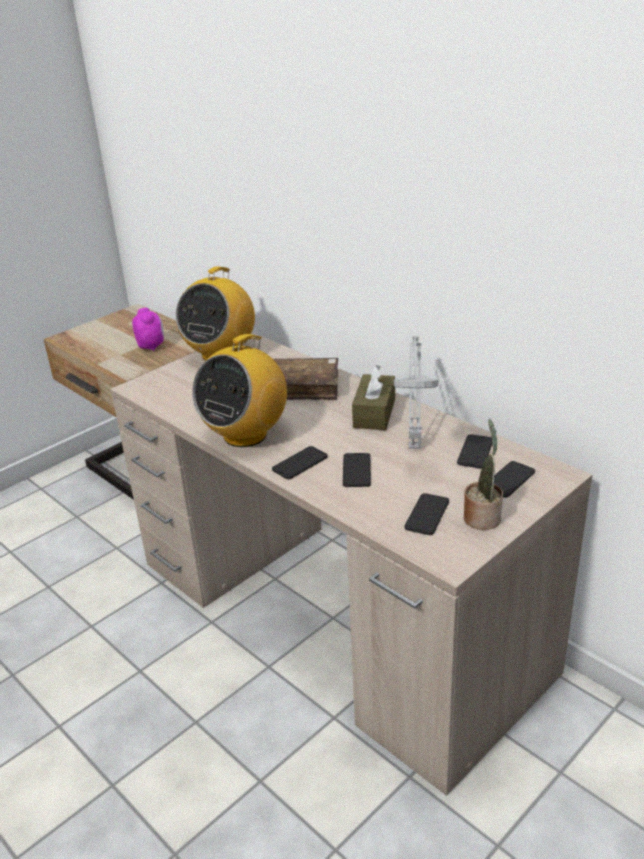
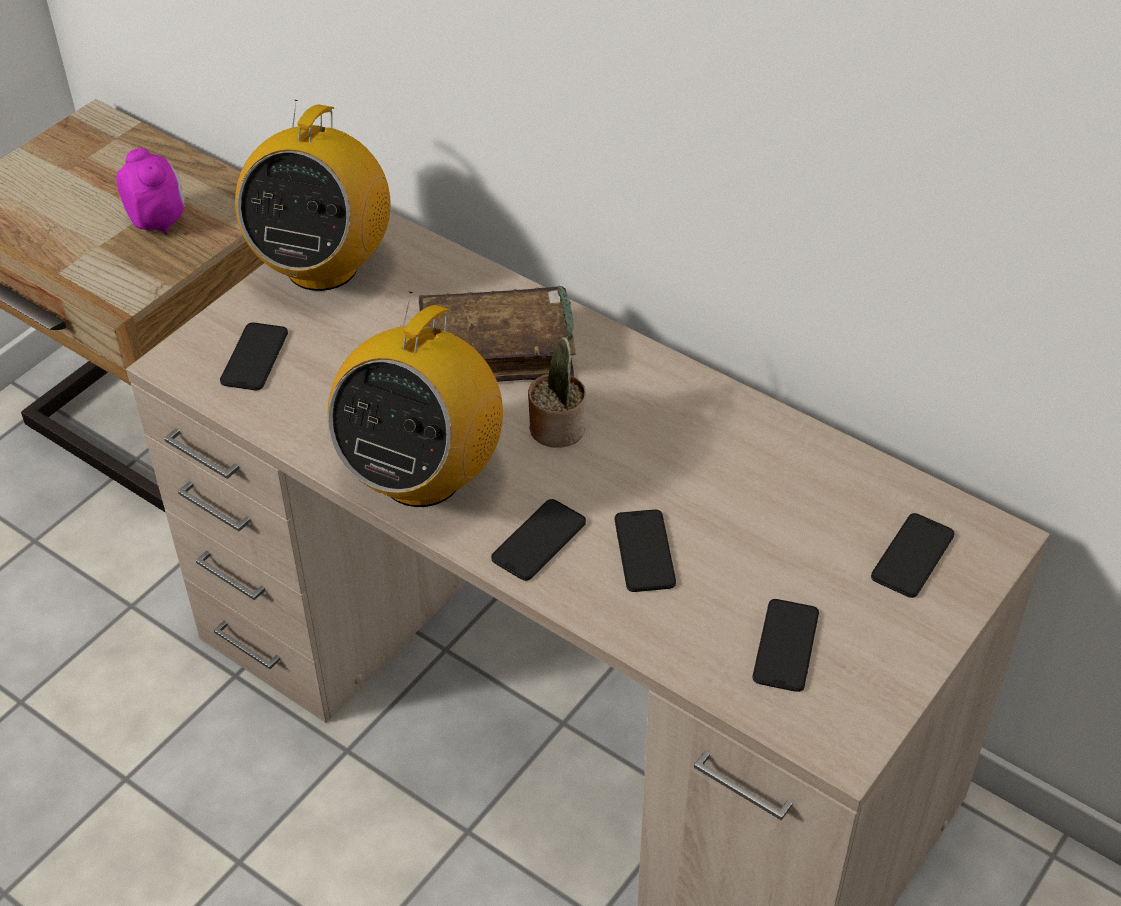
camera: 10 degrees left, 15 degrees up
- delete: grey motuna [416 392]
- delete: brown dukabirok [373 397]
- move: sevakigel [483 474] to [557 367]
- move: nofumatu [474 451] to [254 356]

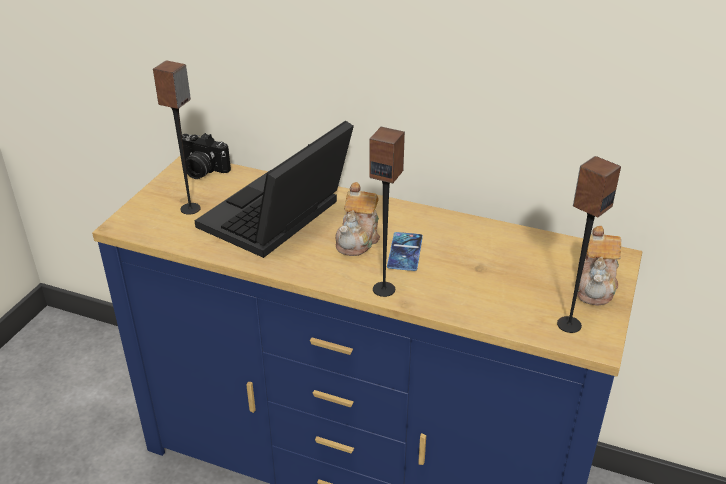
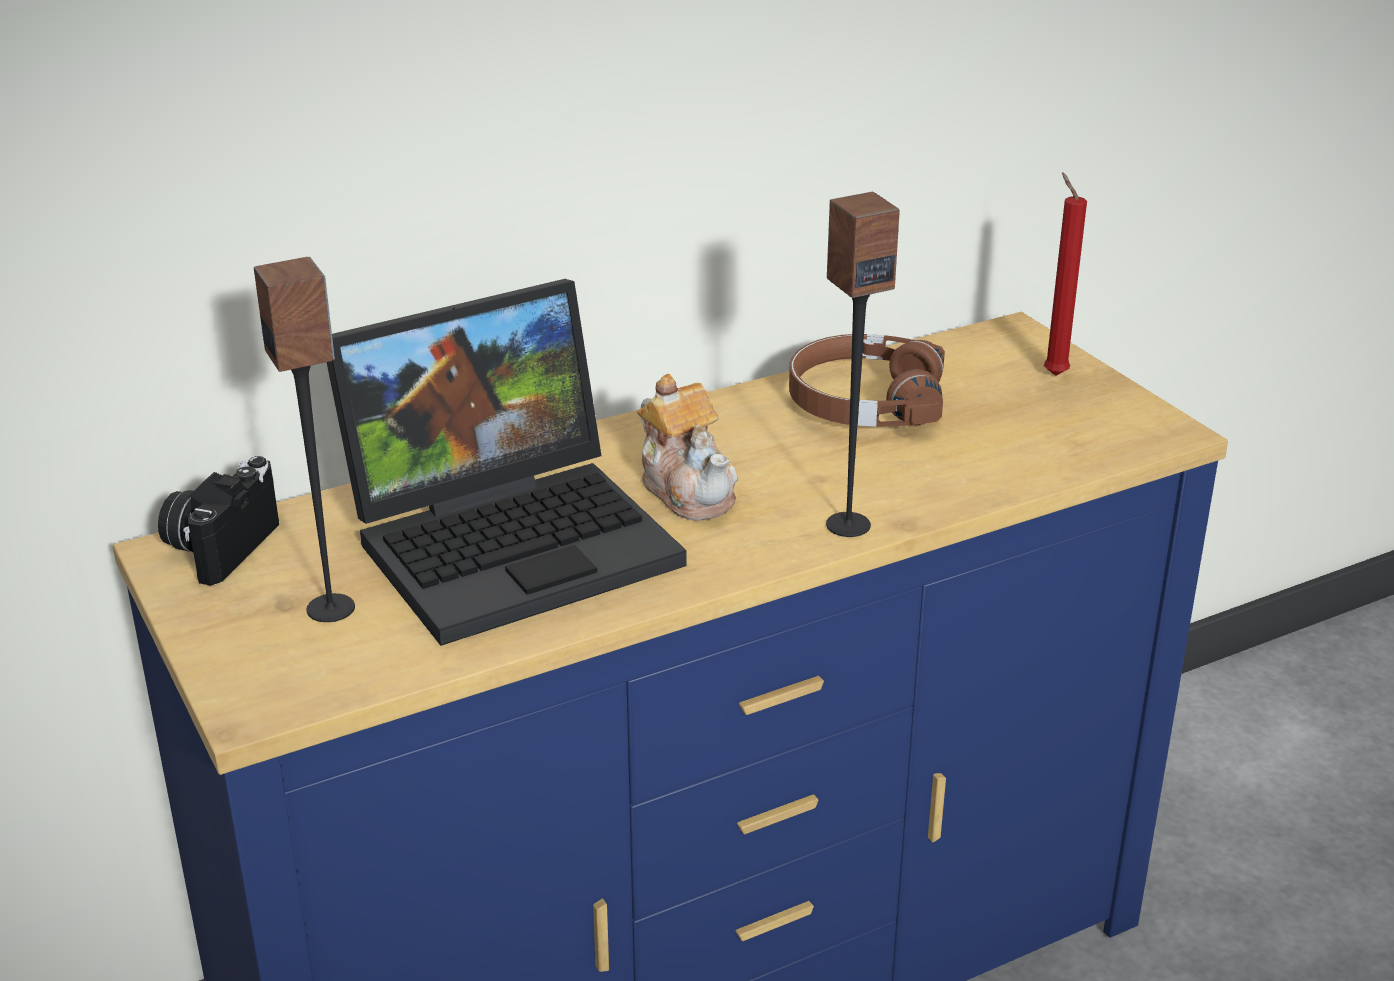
camera: 50 degrees left, 5 degrees down
- rotate: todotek [274 189] = [506 462] 105 degrees counterclockwise
- rotate: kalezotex [206 156] = [218 521] 135 degrees clockwise
- delete: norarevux [589 244]
- replace: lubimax [599 265] to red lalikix [1065 274]
- delete: nofumatu [405 251]
- insert: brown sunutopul [867 380]

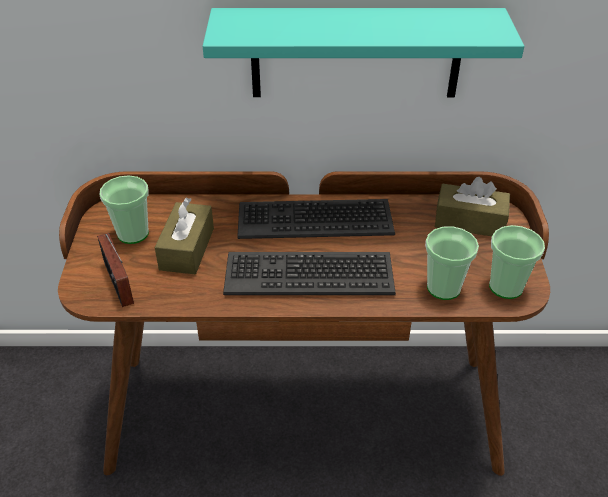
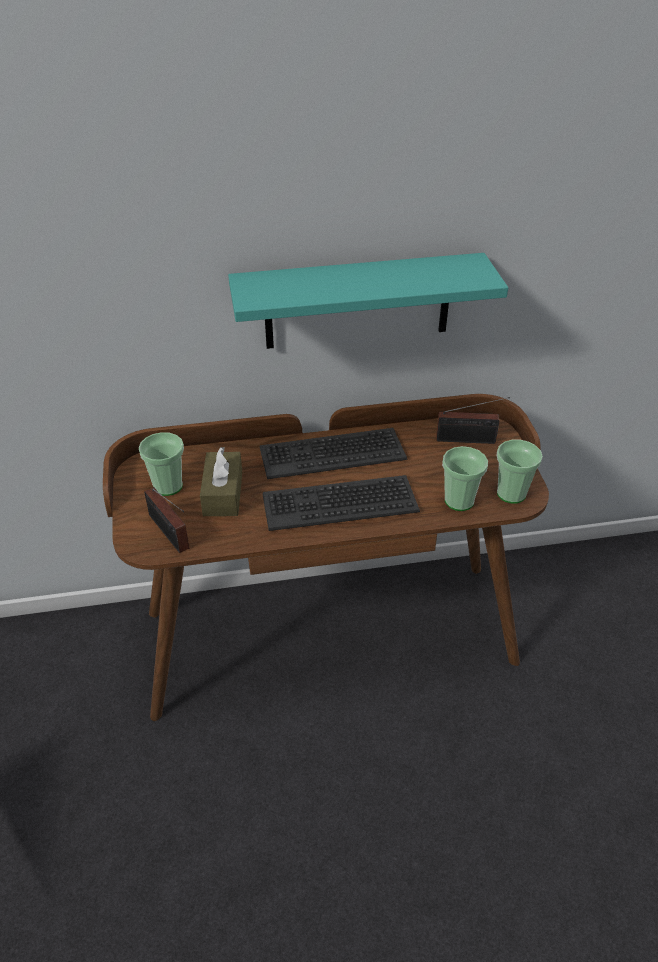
camera: 10 degrees left, 0 degrees up
- replace: brown dukabirok [472 206] to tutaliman [473 420]

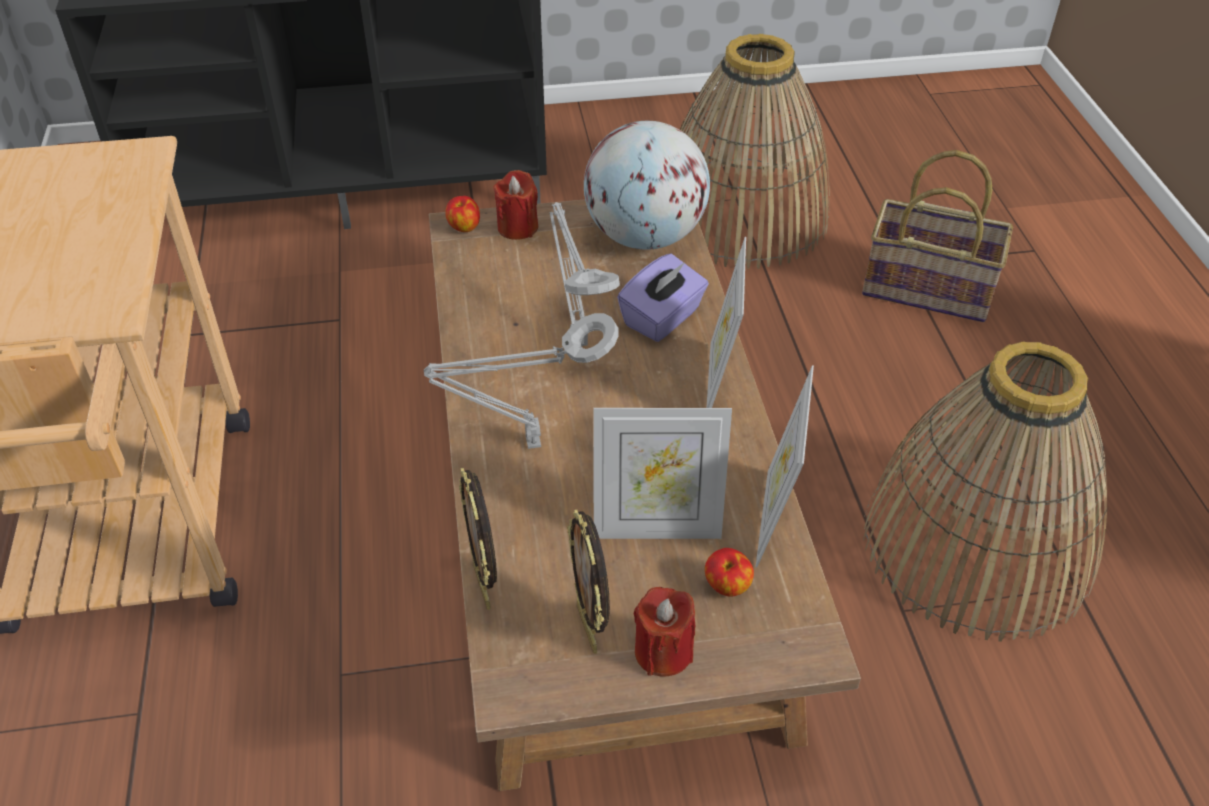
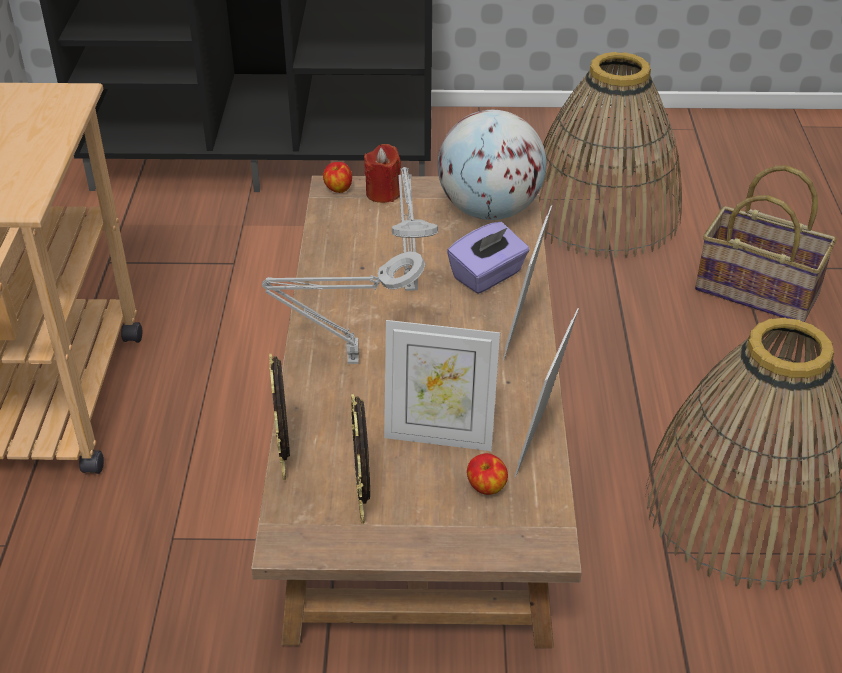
camera: 10 degrees right, 5 degrees down
- delete: red lalikix [664 632]

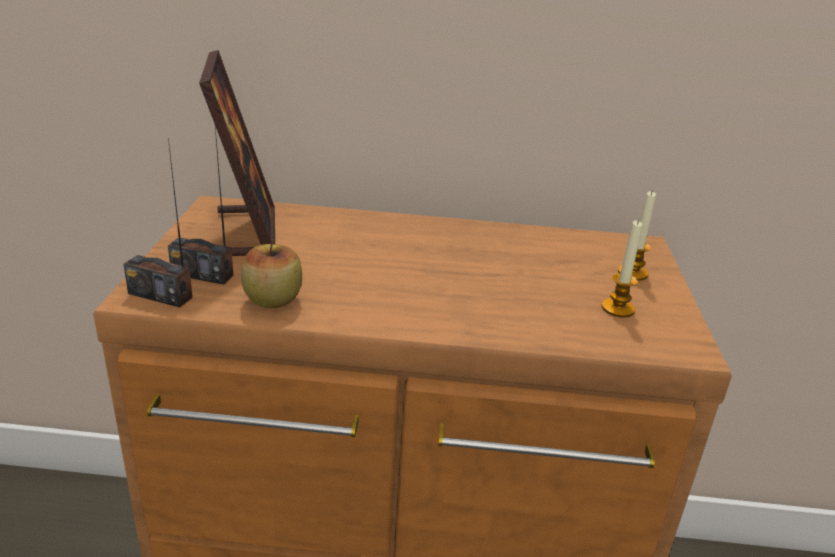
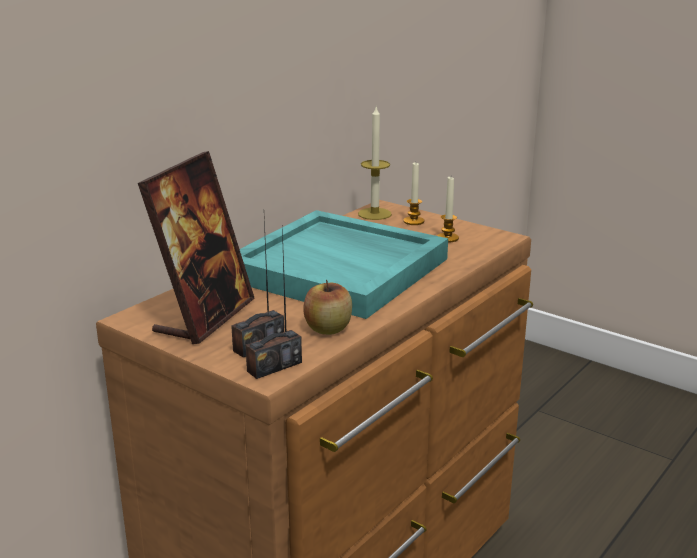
camera: 55 degrees left, 5 degrees down
- rotate: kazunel [237 153] = [196 247] 90 degrees clockwise
- insert: lalikix [375 163]
- insert: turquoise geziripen [344 264]

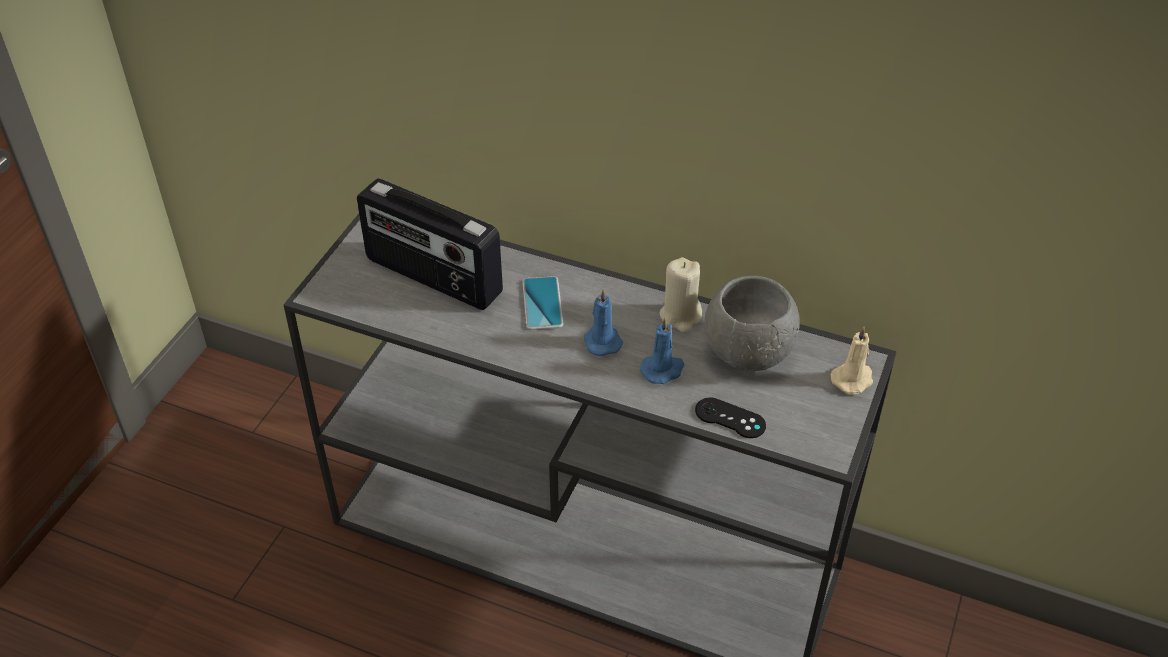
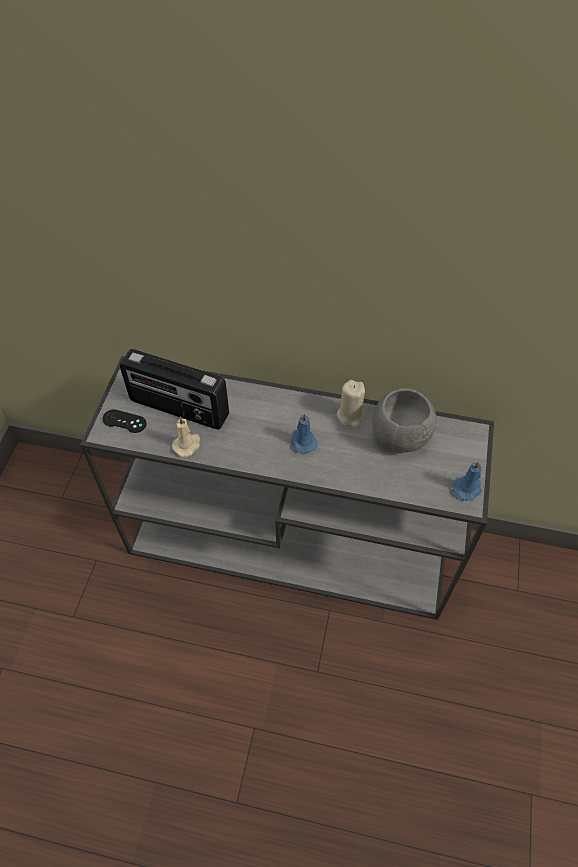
camera: 10 degrees left, 10 degrees up
- delete: nofumatu [542 303]
- move: blue lalikix [662 350] to [467 481]
- move: beige lalikix [852 360] to [186 436]
- move: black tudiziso [730 418] to [124 421]

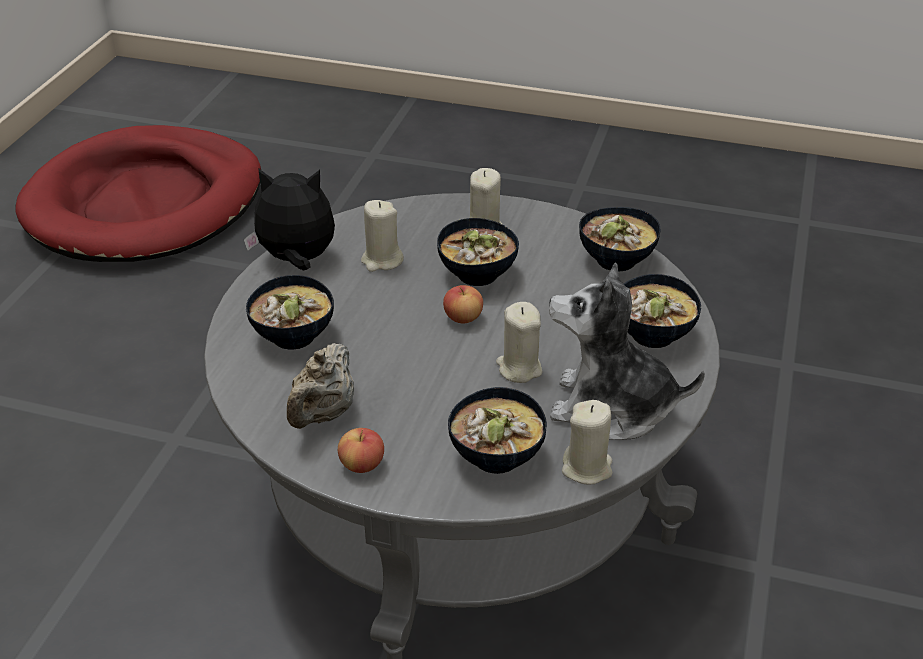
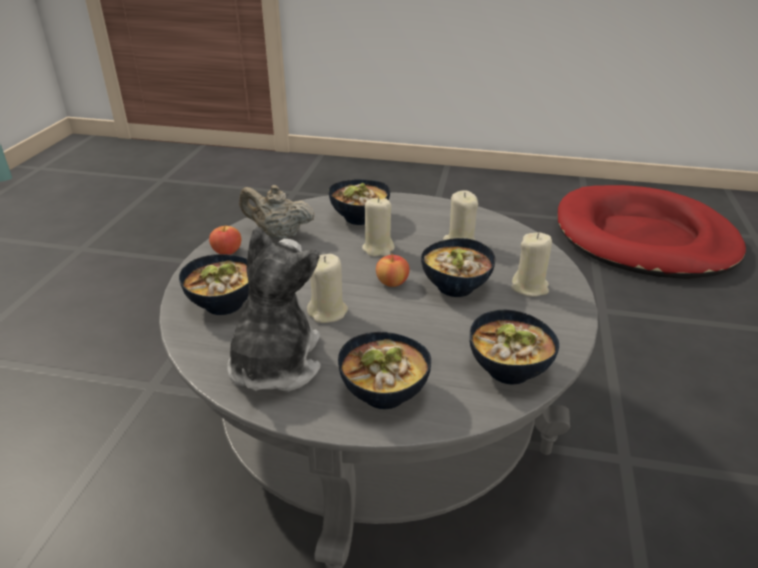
camera: 85 degrees right, 5 degrees down
- delete: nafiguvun [289 219]
- move: beige lalikix [587 442] to [378 227]

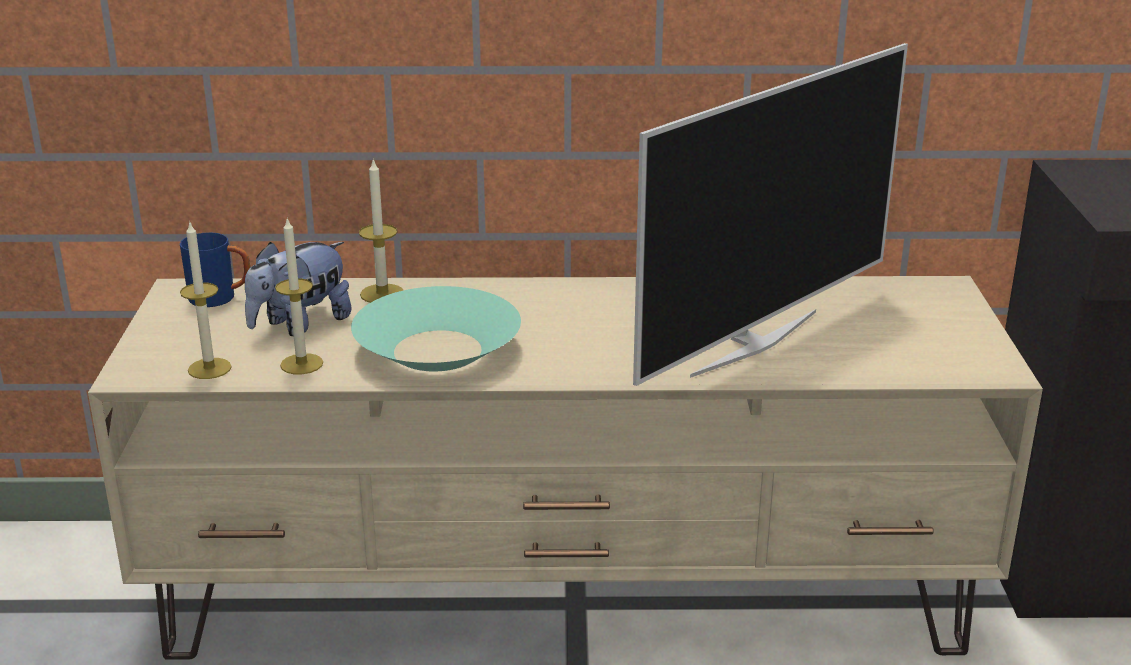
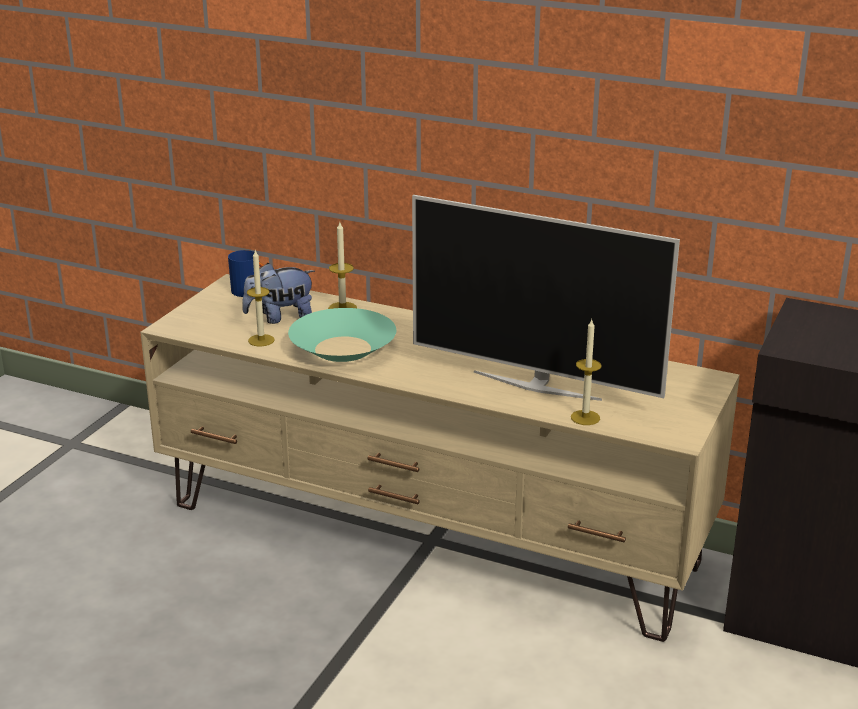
camera: 25 degrees right, 0 degrees up
- rotate: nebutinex [770 214] = [546 298] 45 degrees clockwise
- move: lalikix [206 301] to [586 372]

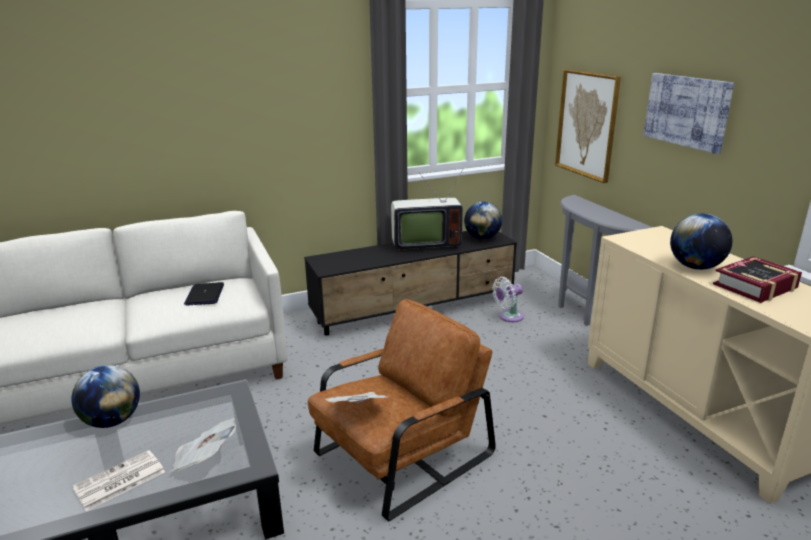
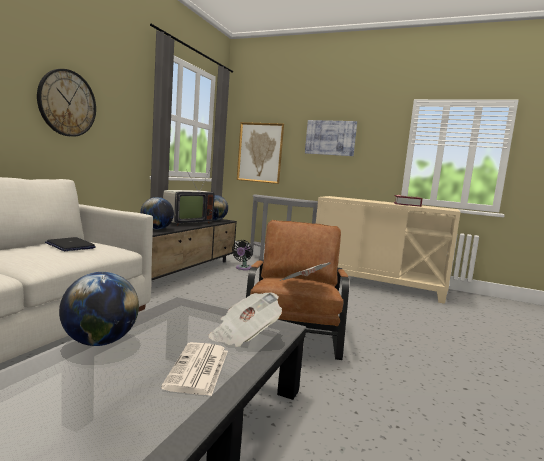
camera: 45 degrees left, 15 degrees down
- move: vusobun [701 241] to [157 213]
- recolor: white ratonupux [508 299] to black ratonupux [242 255]
- insert: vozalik [66 103]

